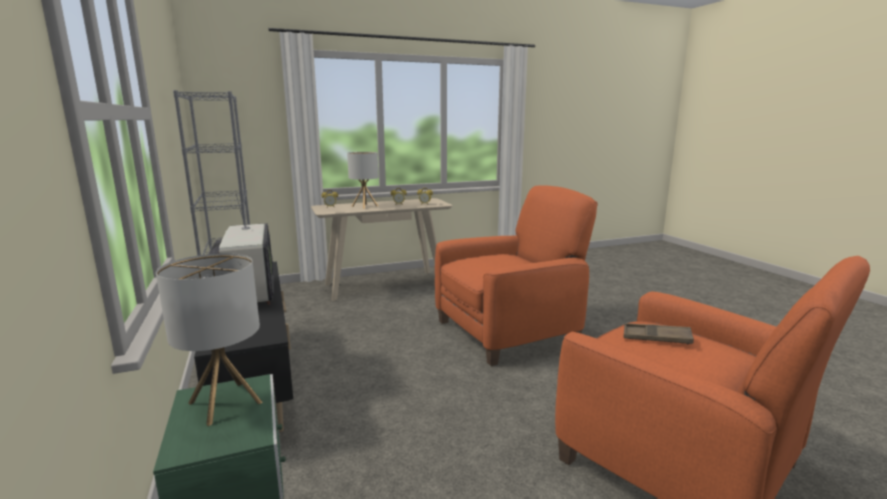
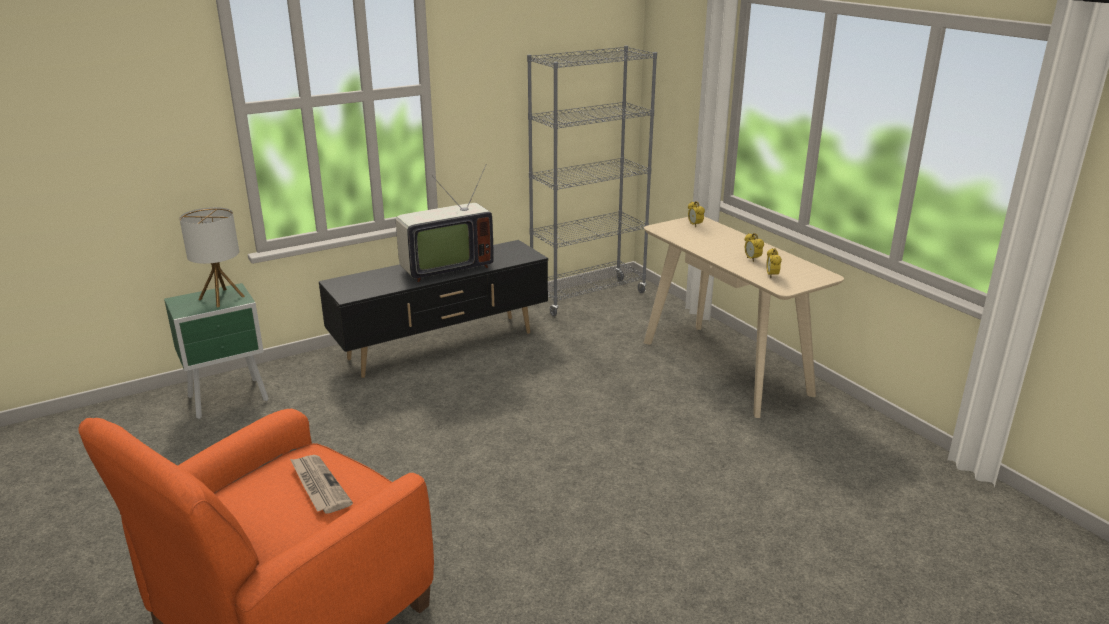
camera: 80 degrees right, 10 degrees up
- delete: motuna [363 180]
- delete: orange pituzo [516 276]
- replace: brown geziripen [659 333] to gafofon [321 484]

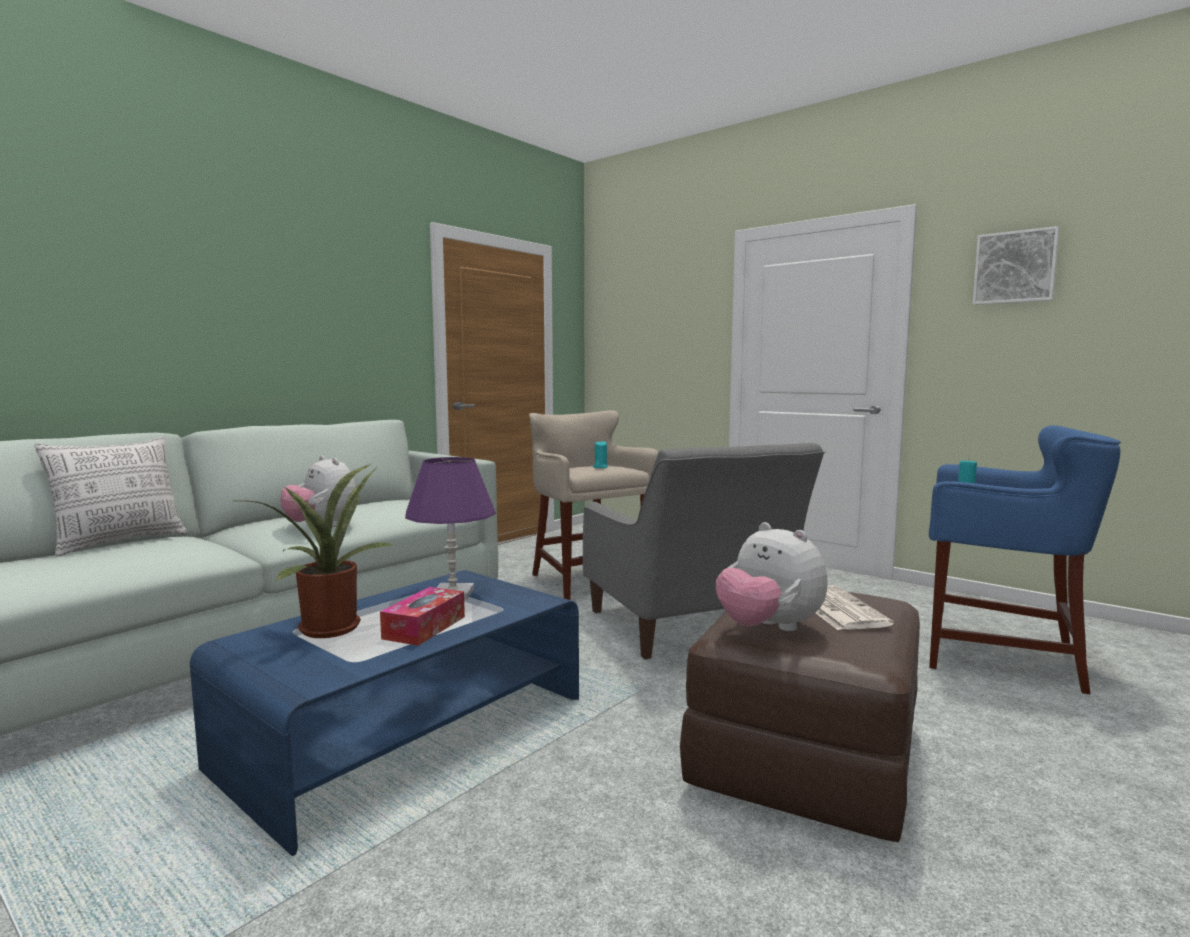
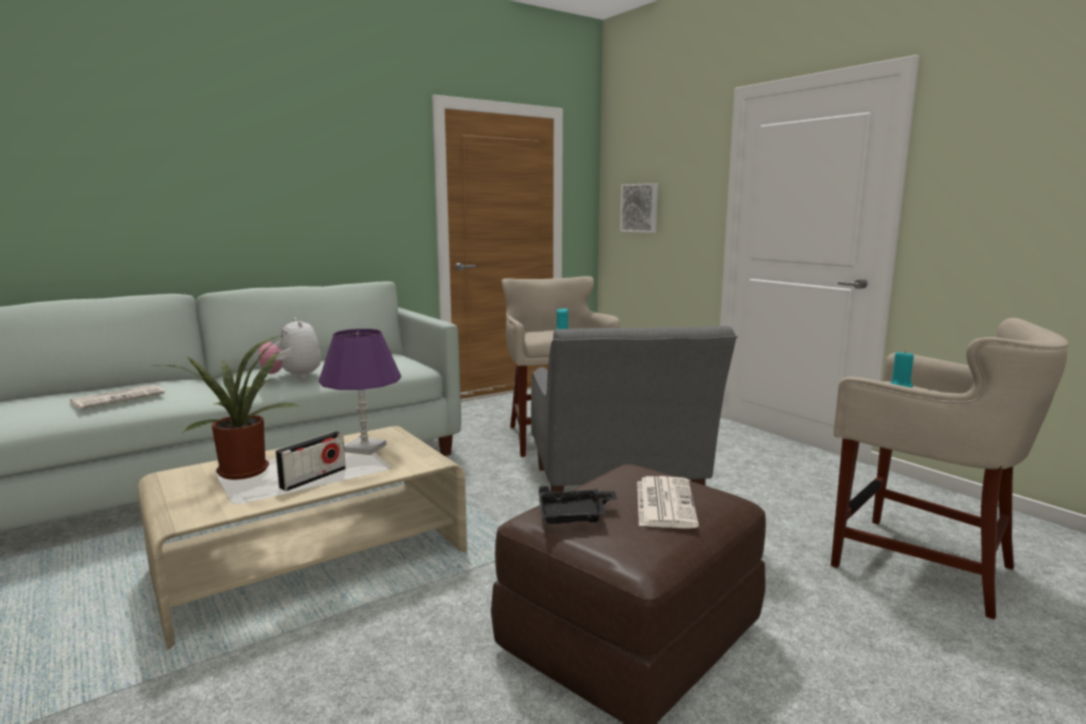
camera: 15 degrees right, 5 degrees up
- move: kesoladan [1016 265] to [639 208]
- recolor: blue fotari [1025 559] to beige fotari [950 469]
- delete: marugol [111 496]
- replace: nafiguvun [772 577] to black geziripen [578 505]
- recolor: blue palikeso [384 713] to beige palikeso [302 537]
- replace: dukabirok [422 616] to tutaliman [310 461]
- insert: gafofon [117 397]

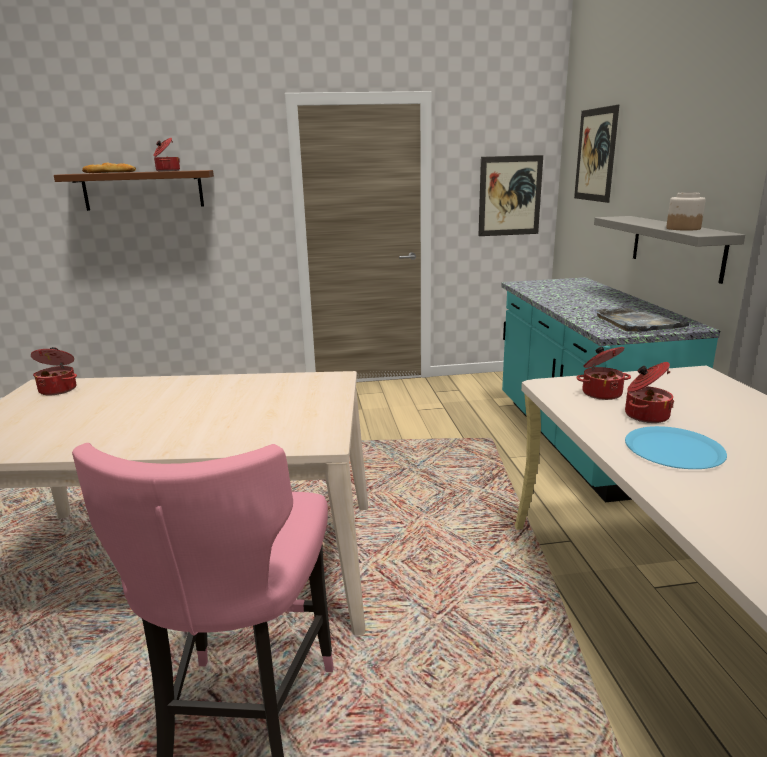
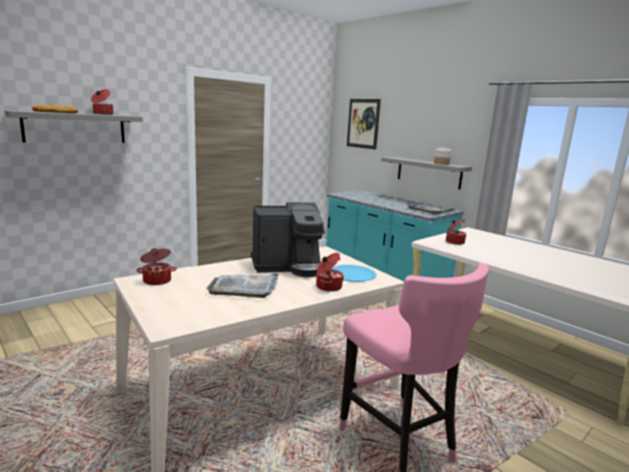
camera: 35 degrees left, 5 degrees down
- delete: kesoladan [510 195]
- recolor: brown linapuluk [134 190] to grey linapuluk [74 126]
- move: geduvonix [649 392] to [330 272]
- move: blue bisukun [676 447] to [354 273]
- insert: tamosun [288 239]
- insert: grey geziripen [242 285]

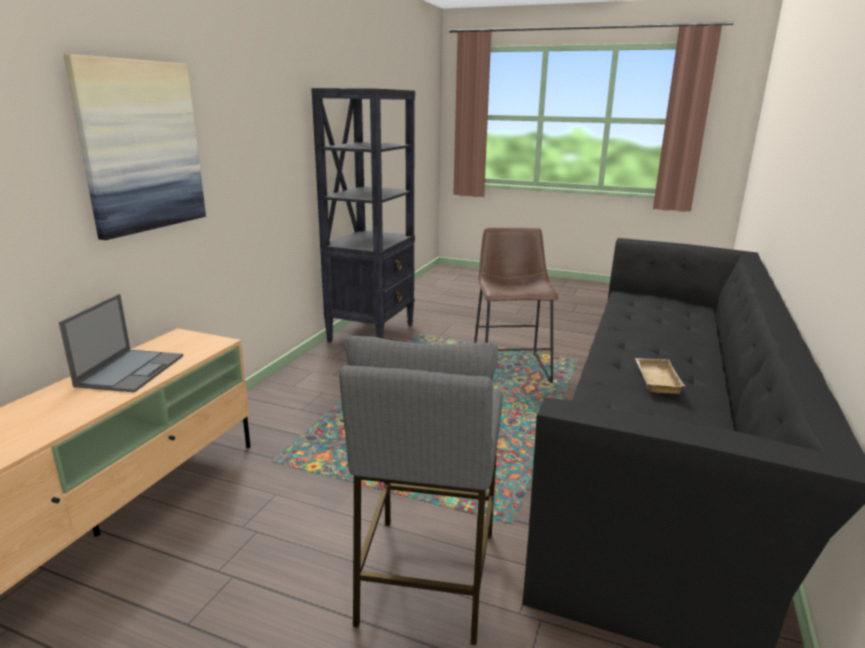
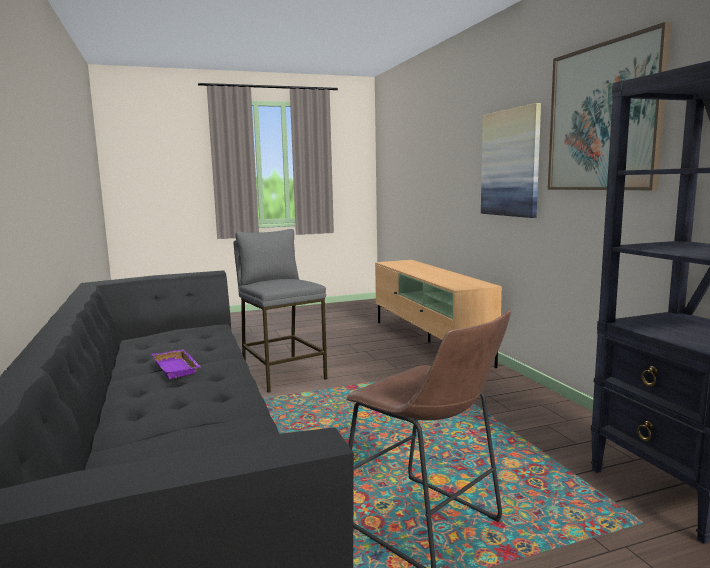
camera: 140 degrees right, 10 degrees down
- delete: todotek [121 343]
- recolor: beige geziripen [660 376] to purple geziripen [176 364]
- insert: kesoladan [610 106]

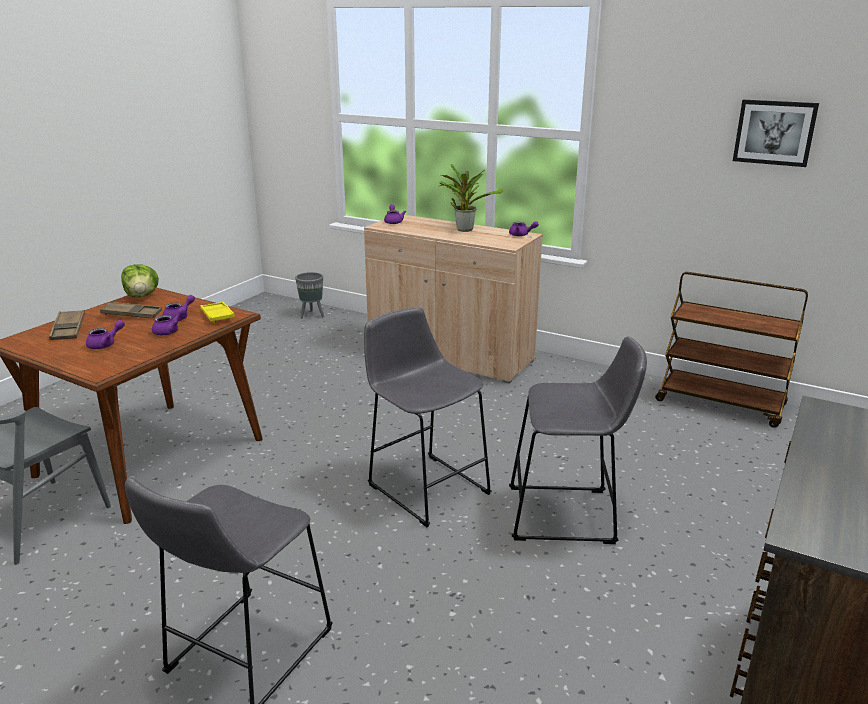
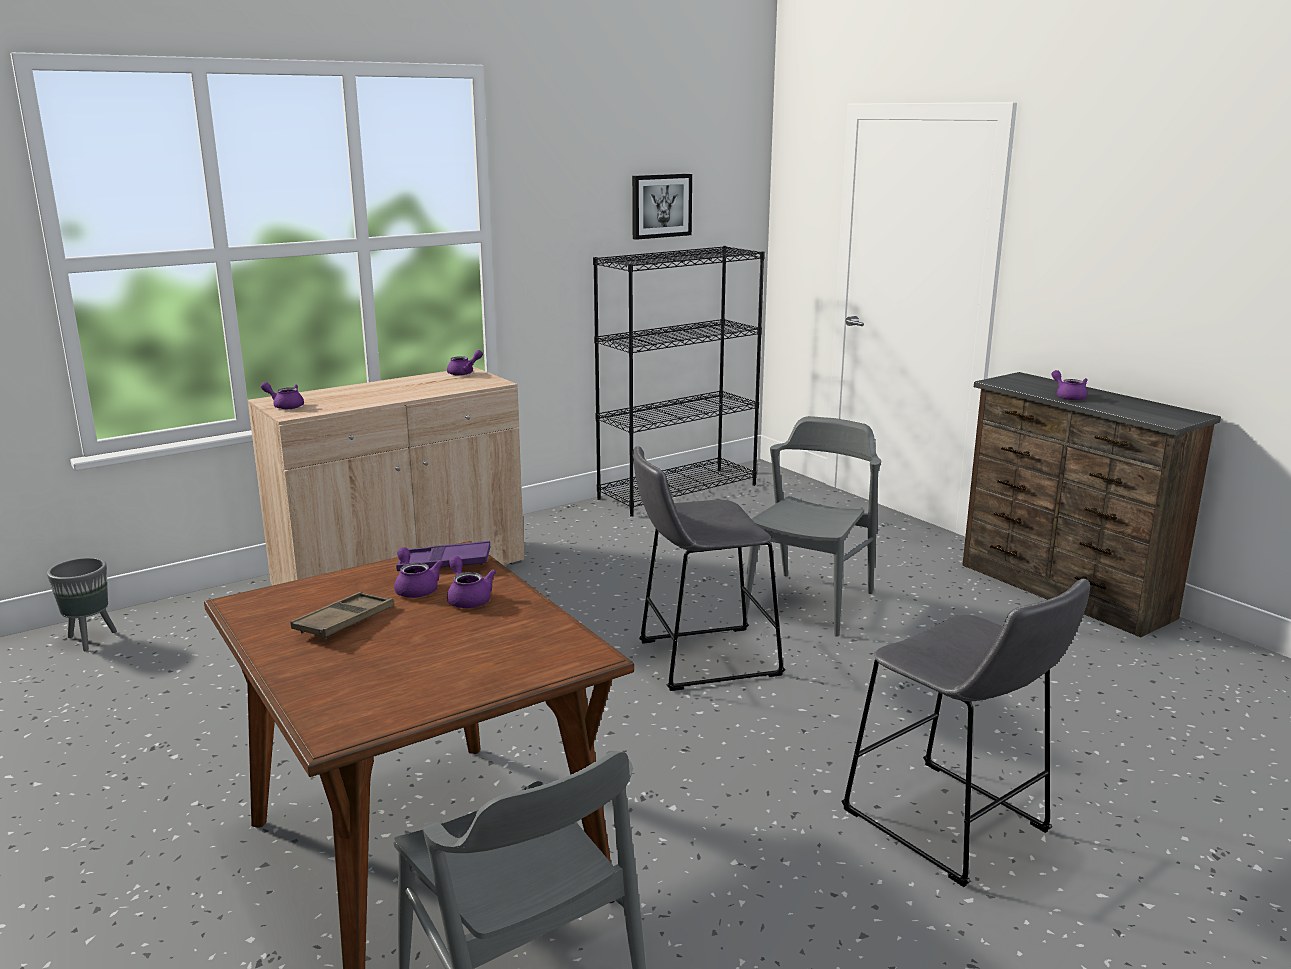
camera: 65 degrees left, 5 degrees down
- delete: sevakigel [471 198]
- delete: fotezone [140 281]
- replace: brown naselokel [731 350] to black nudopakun [679 381]
- recolor: yellow geziripen [217 312] to purple geziripen [443 556]
- delete: brown geziripen [67 325]
- move: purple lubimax [105 334] to [1070 385]
- replace: grey fotari [578 440] to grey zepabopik [813 526]

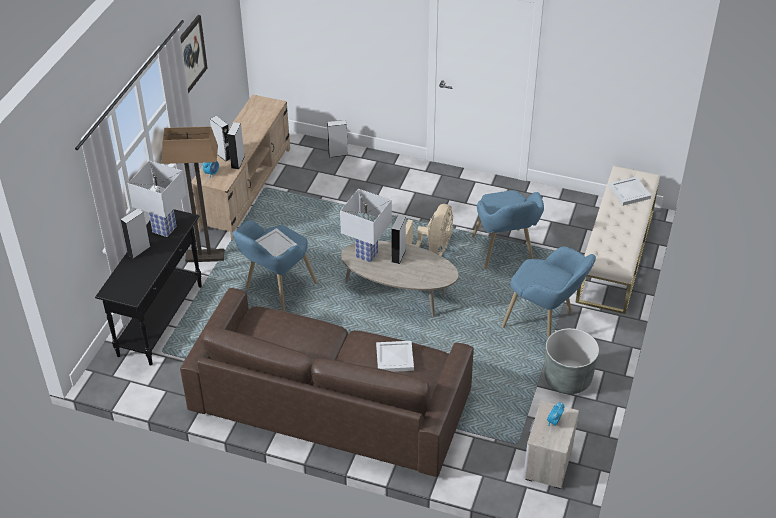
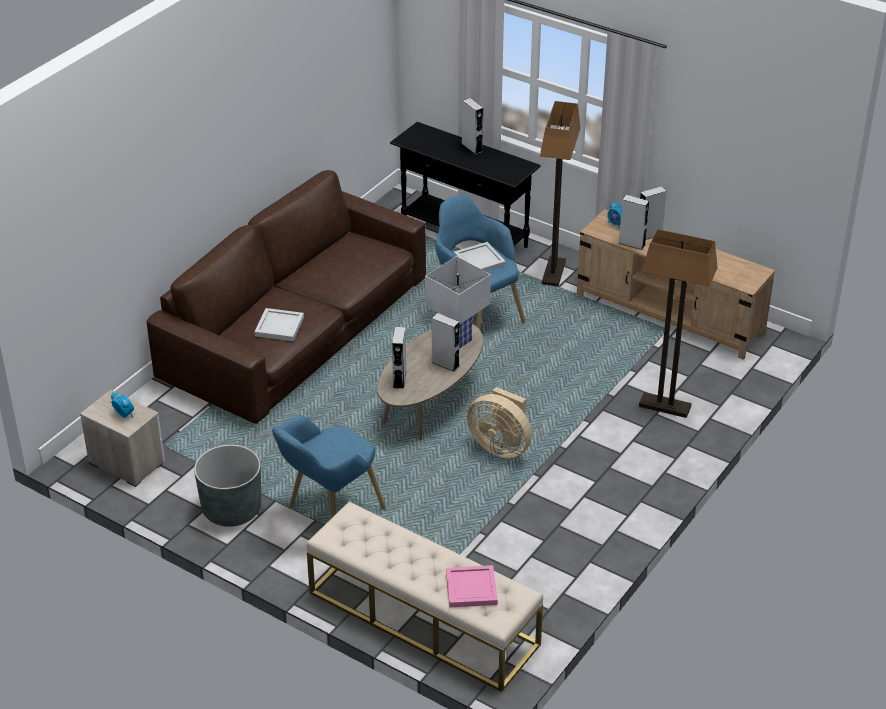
camera: 105 degrees right, 5 degrees down
- delete: kesoladan [193 54]
- move: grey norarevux [337 139] to [399 358]
- delete: white motuna [157 198]
- recolor: white geziripen [629 191] to pink geziripen [472 586]
- delete: blue pituzo [508 229]
- insert: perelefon [678 323]

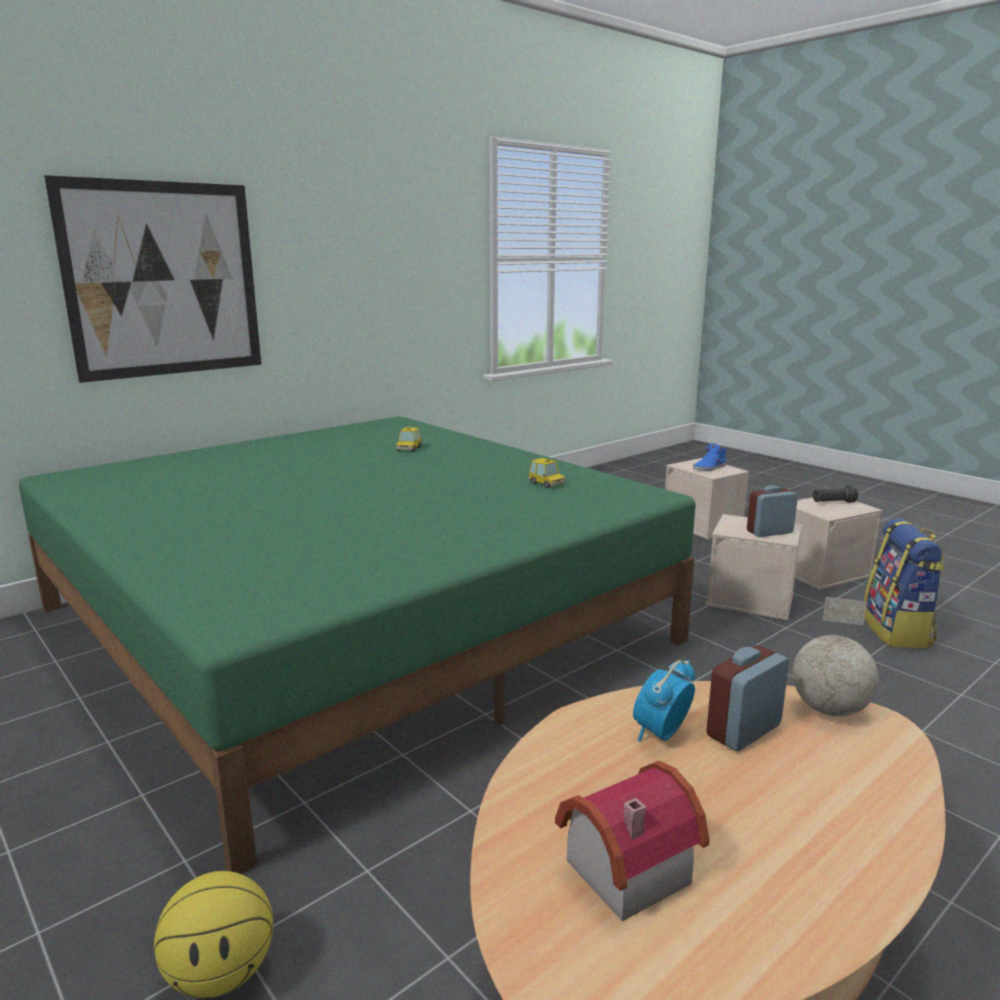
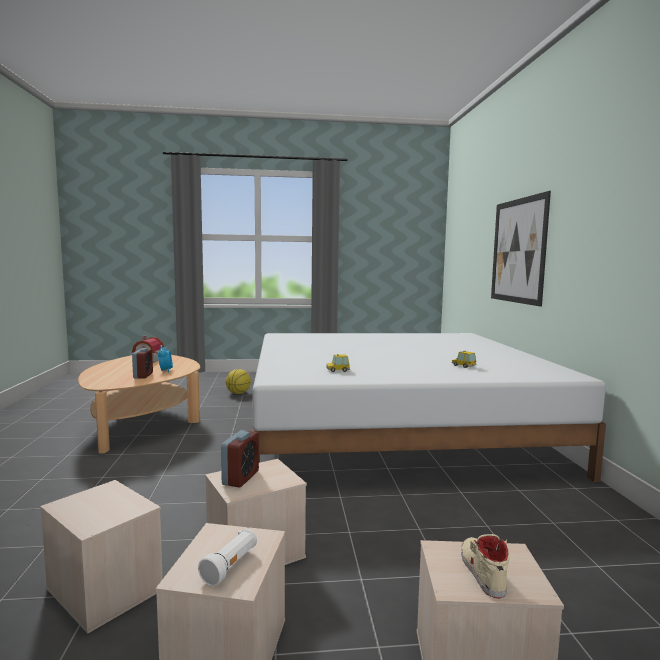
camera: 125 degrees right, 10 degrees down
- recolor: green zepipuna [357 645] to white zepipuna [429 407]
- recolor: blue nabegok [709 457] to beige nabegok [485 566]
- recolor: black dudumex [835 494] to white dudumex [227 557]
- replace: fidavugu [904 583] to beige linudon [101 557]
- delete: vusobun [835 657]

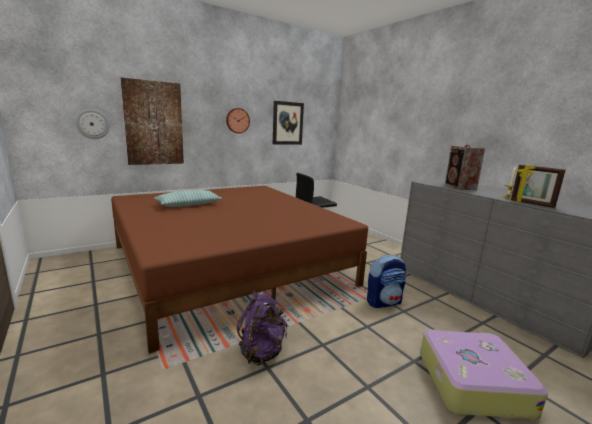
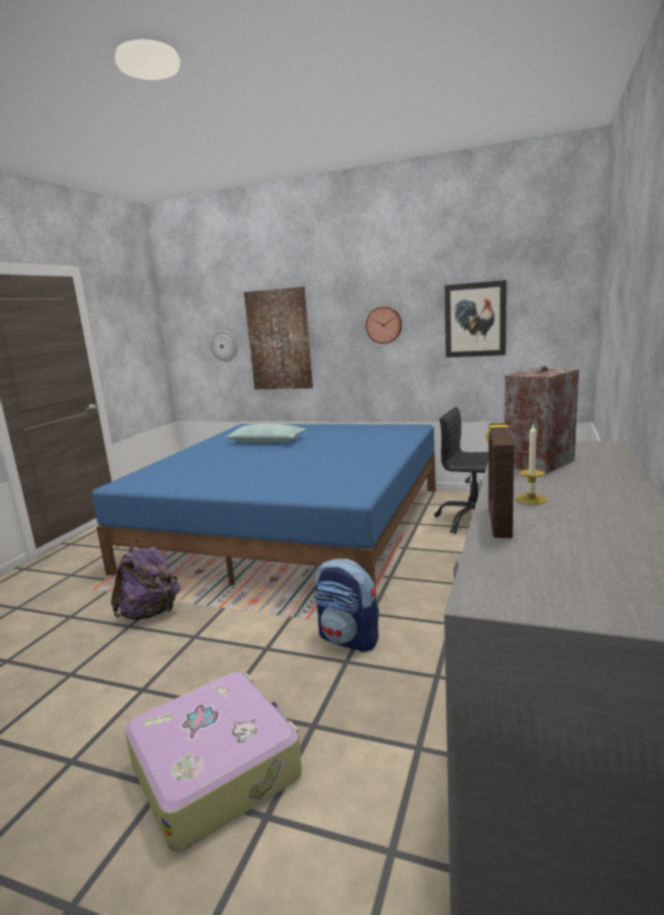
camera: 55 degrees right, 0 degrees up
- recolor: brown zepipuna [239 270] to blue zepipuna [264 513]

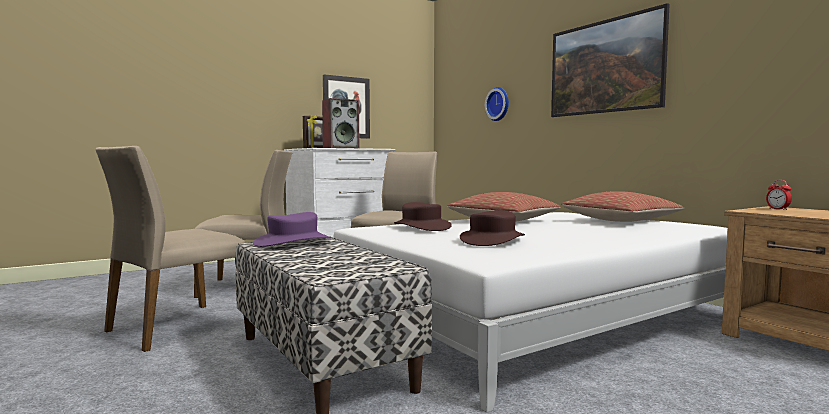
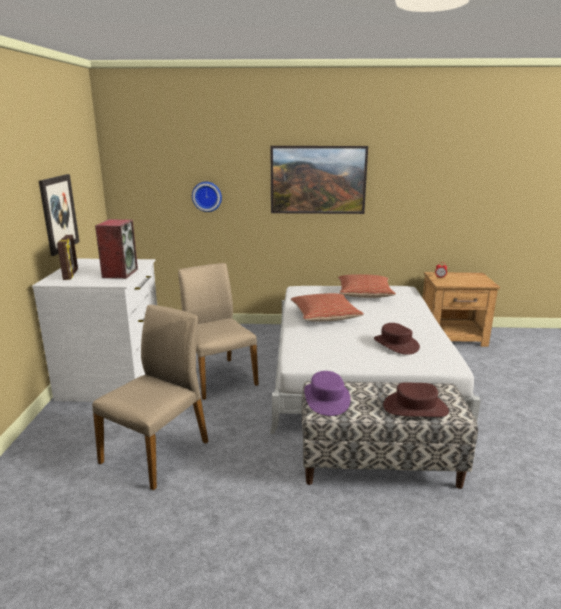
camera: 55 degrees left, 15 degrees up
- delete: beige zepabopik [170 249]
- move: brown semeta [423 216] to [416 399]

